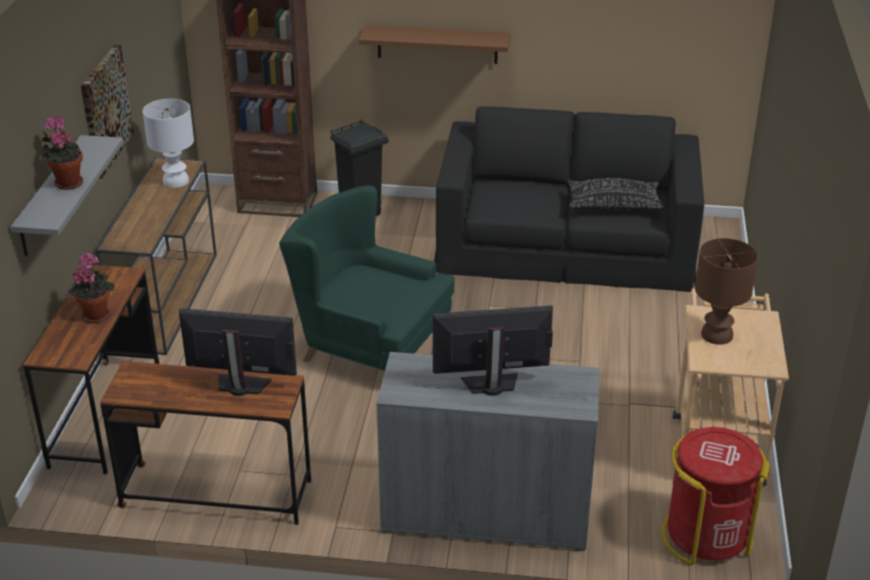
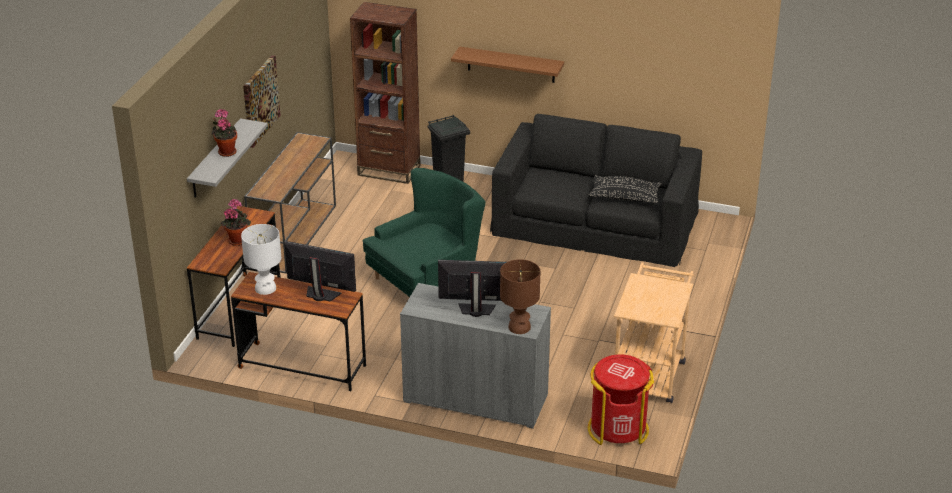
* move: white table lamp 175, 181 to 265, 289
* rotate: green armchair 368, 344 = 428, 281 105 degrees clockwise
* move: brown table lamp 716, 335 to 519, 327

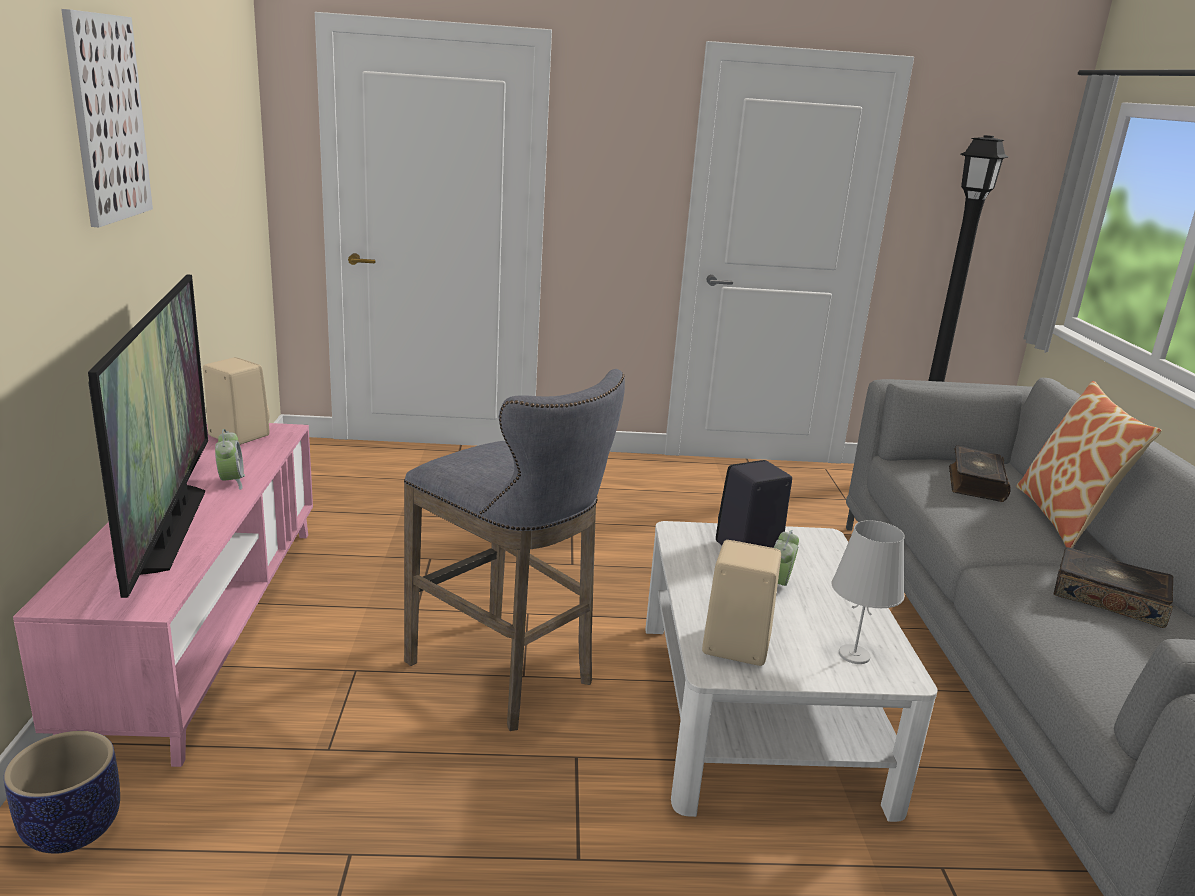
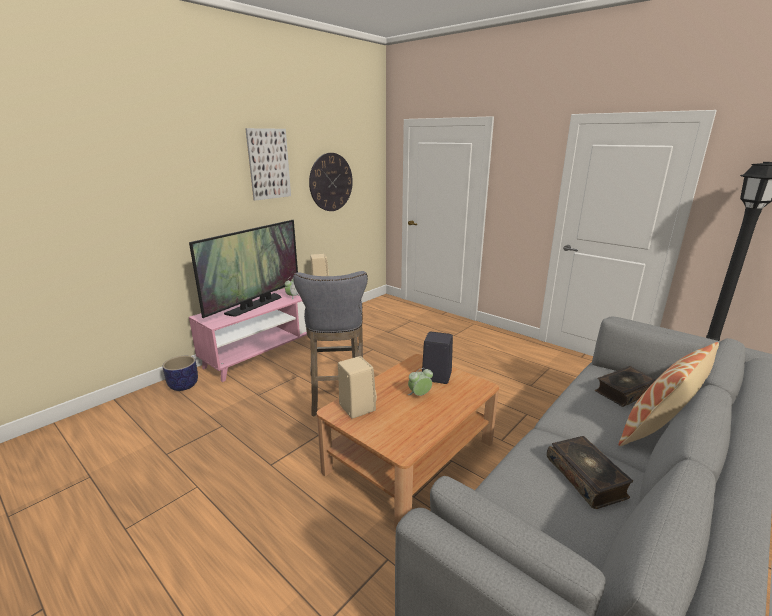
* insert: wall clock 331, 182
* recolor: white coffee table 759, 709 to brown coffee table 410, 456
* delete: white table lamp 854, 655

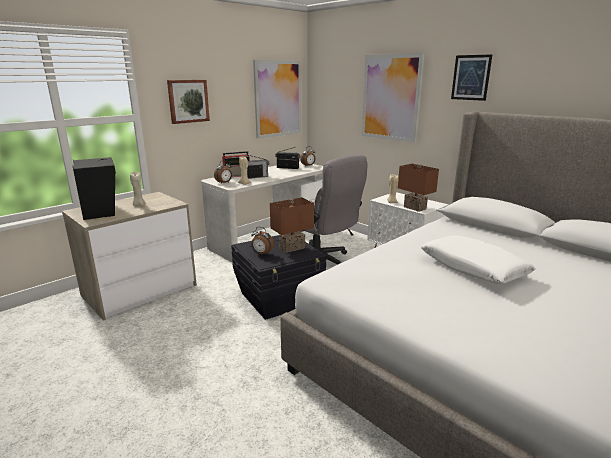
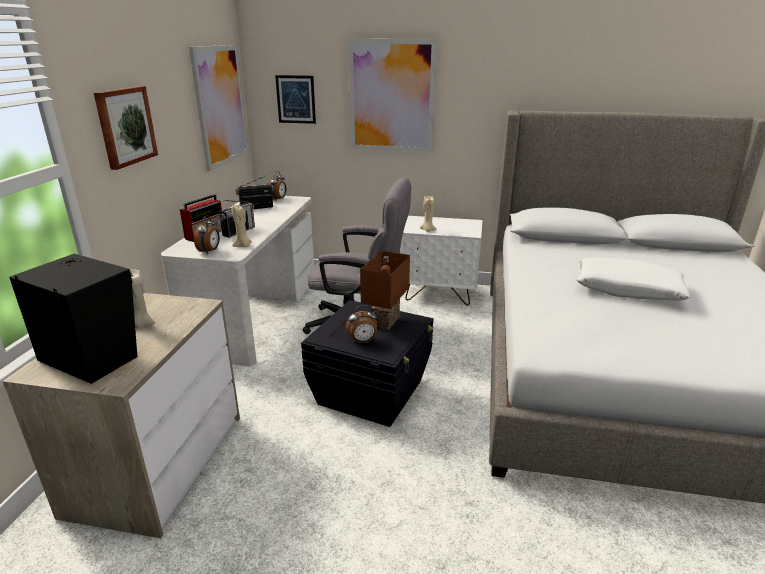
* move: picture 471, 77 to 296, 99
* delete: brown table lamp 414, 208

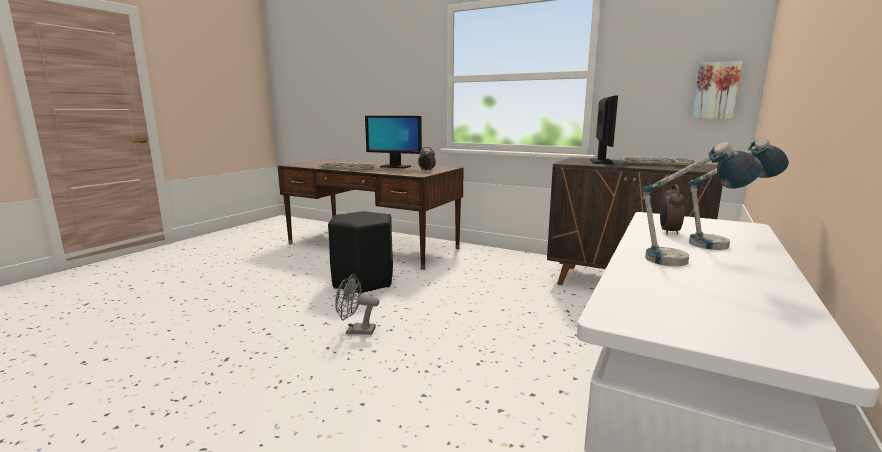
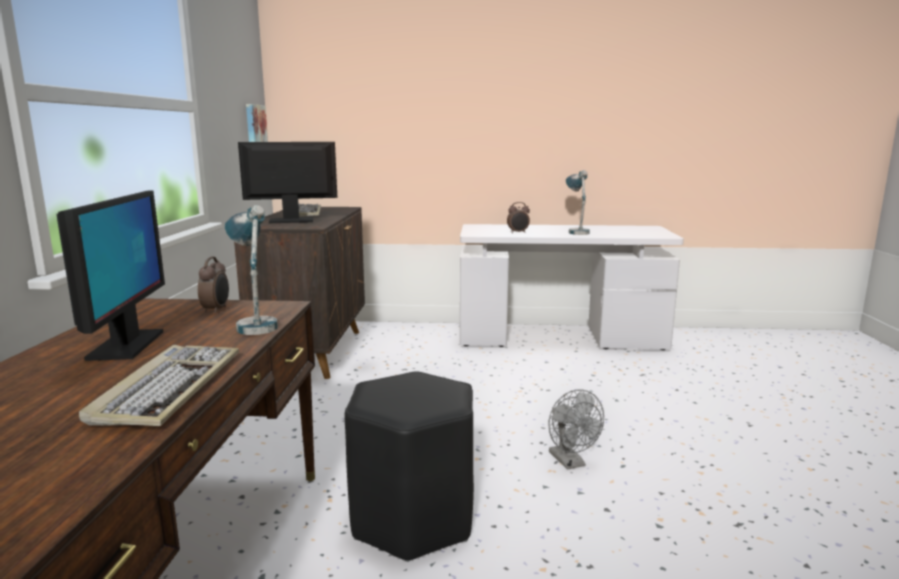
* move: table lamp 724, 244 to 255, 323

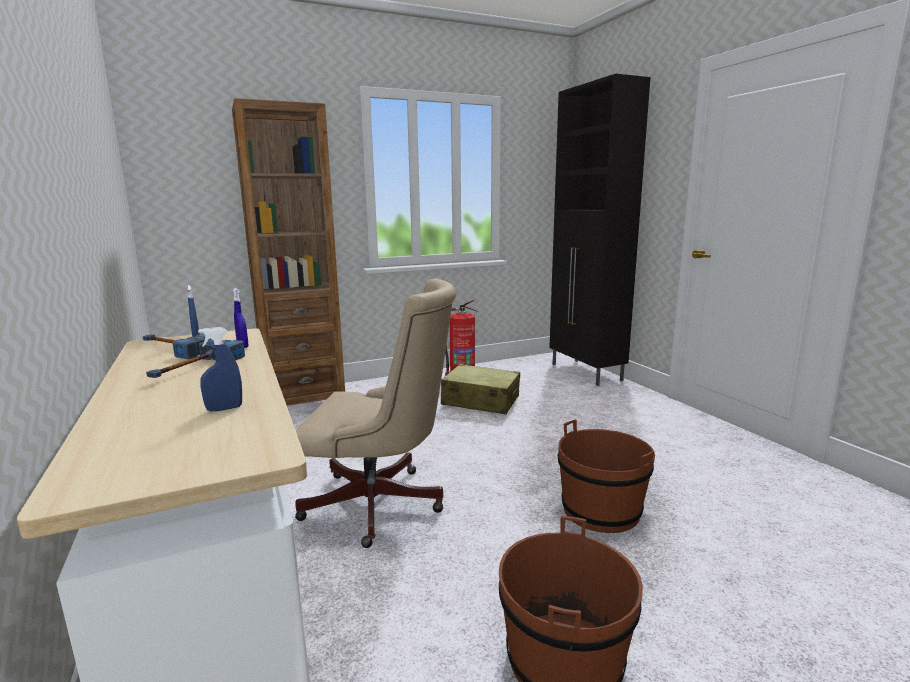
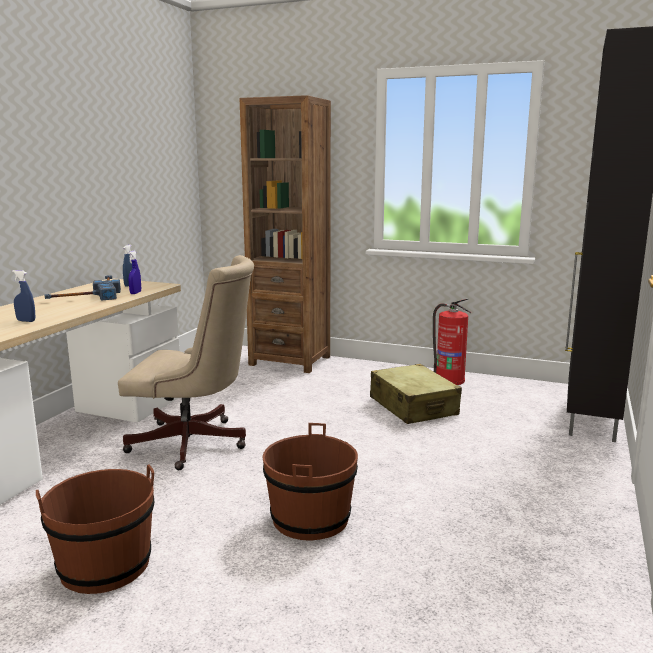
* rotate: beige office chair 381, 505 = 195, 444 45 degrees counterclockwise

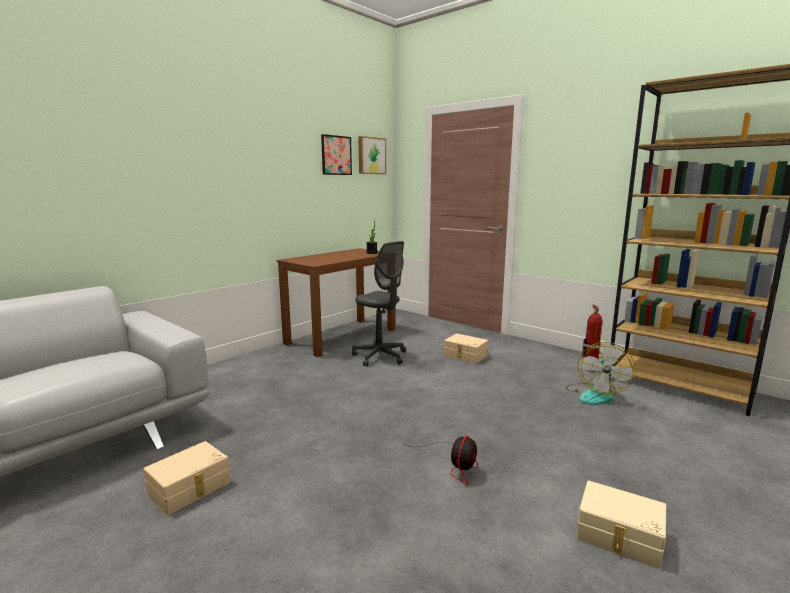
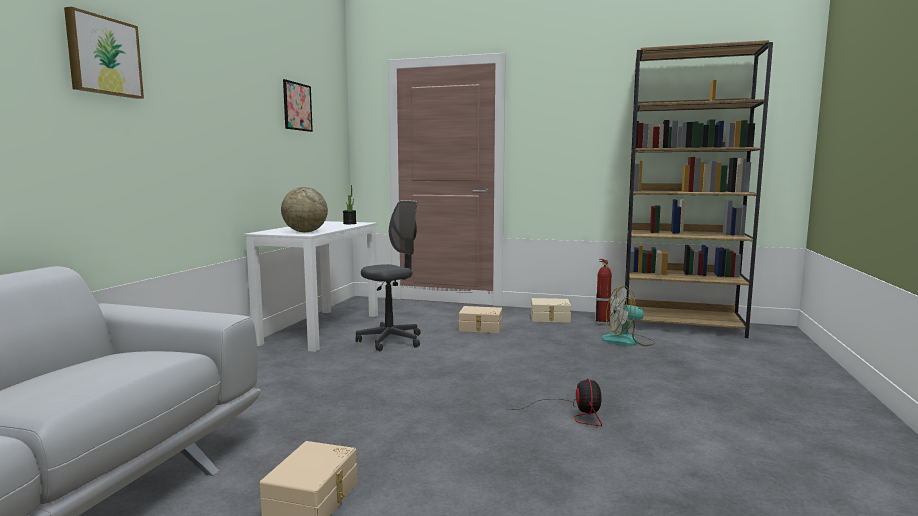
* move: picture 371, 156 to 103, 56
* recolor: brown desk 342, 336 to white desk 321, 328
* insert: globe 305, 232
* rotate: grey office chair 380, 356 = 391, 341 60 degrees counterclockwise
* move: beige storage box 619, 537 to 550, 318
* rotate: fan 595, 395 = 628, 341 90 degrees clockwise

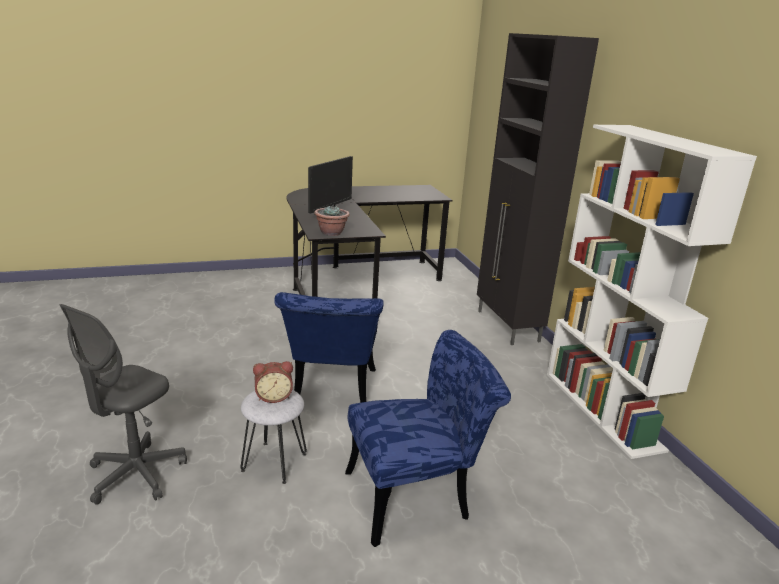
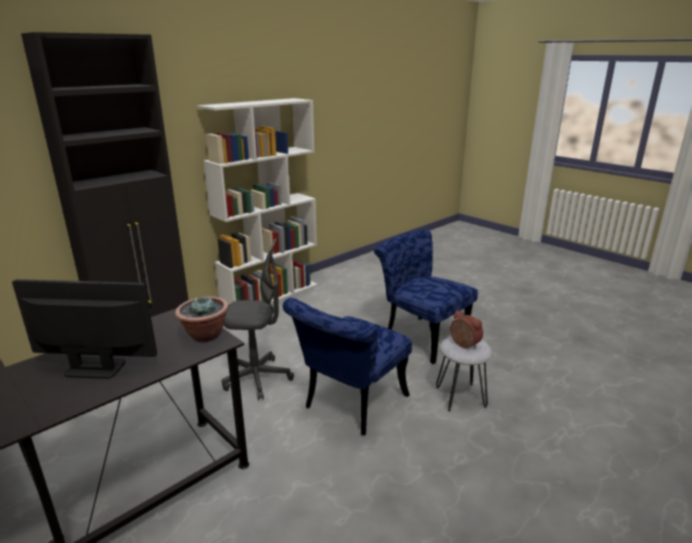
* move: grey office chair 136, 474 to 257, 378
* rotate: blue chair 331, 392 = 349, 405 150 degrees clockwise

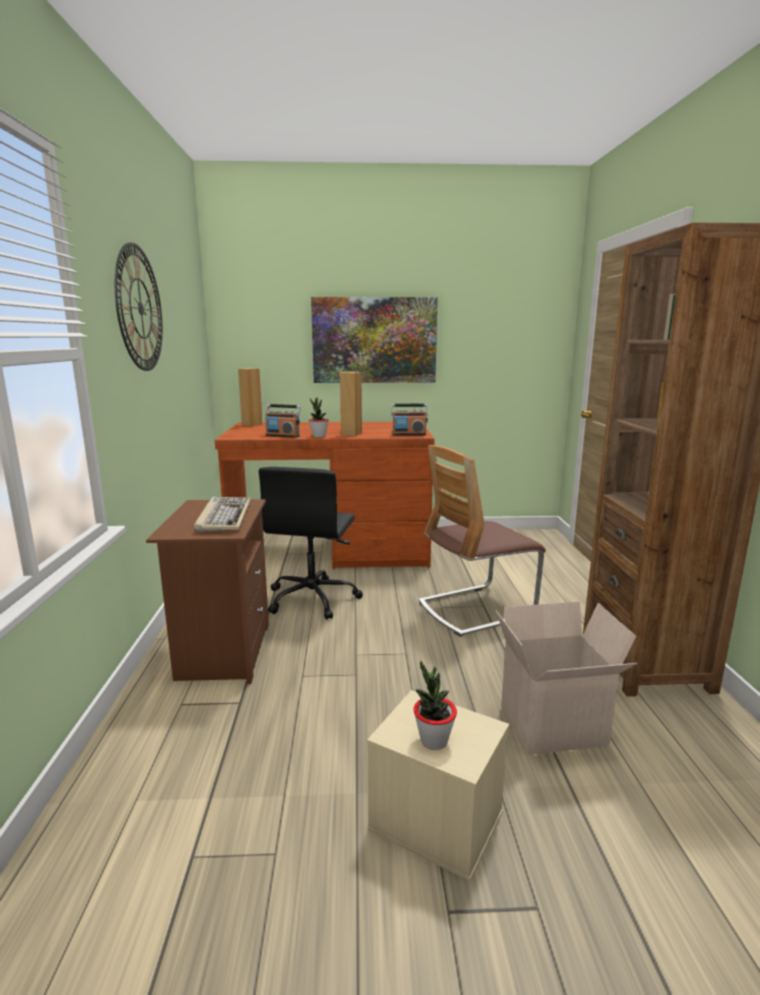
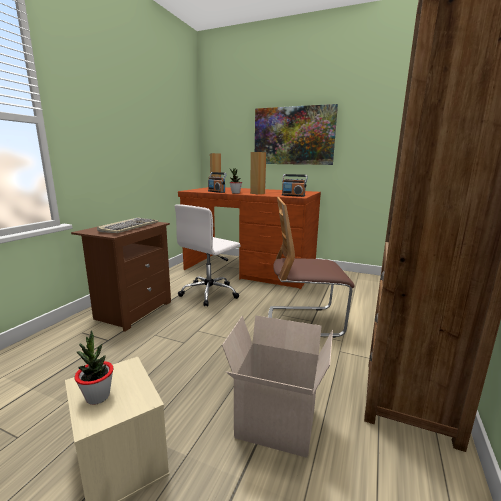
* recolor: black office chair 313, 598 to white office chair 210, 293
* delete: wall clock 140, 308

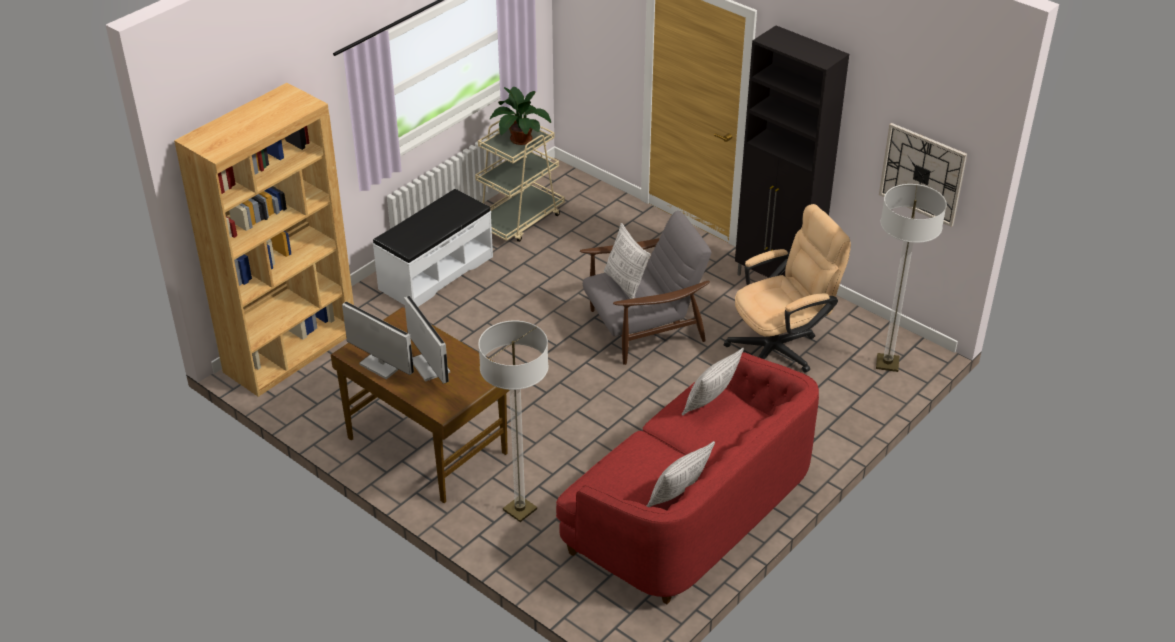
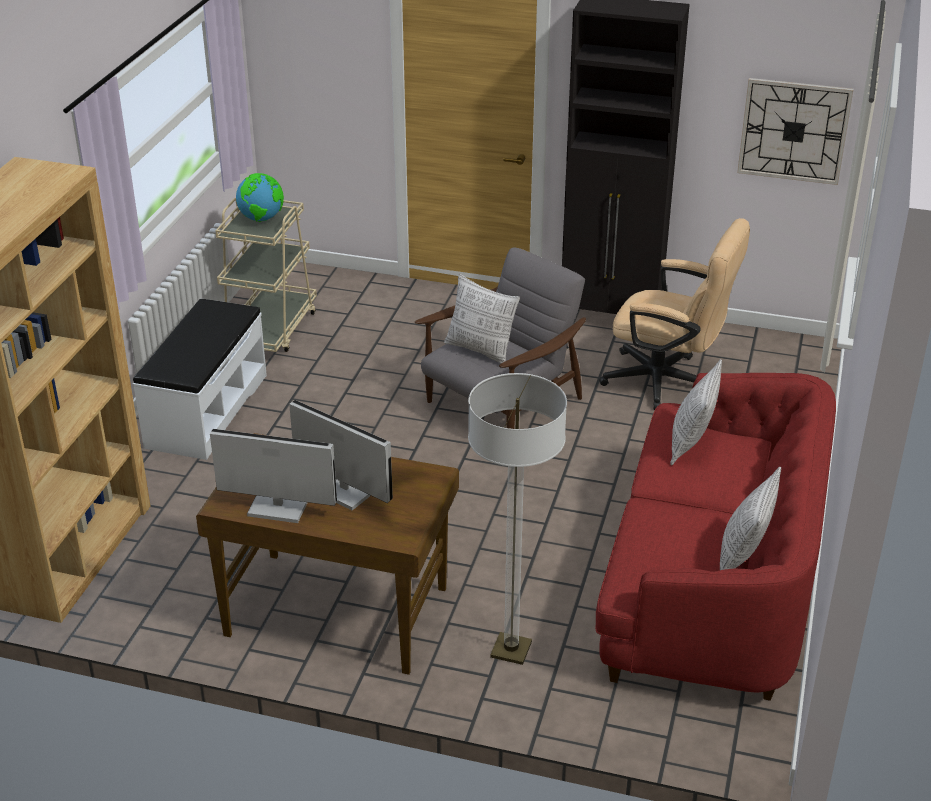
* replace: potted plant 519, 138 to globe 262, 219
* rotate: beige office chair 781, 347 = 668, 382 75 degrees clockwise
* delete: floor lamp 887, 363

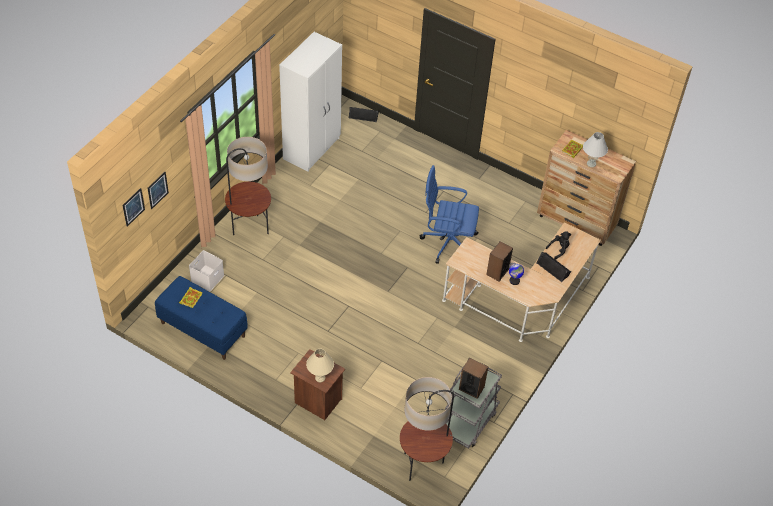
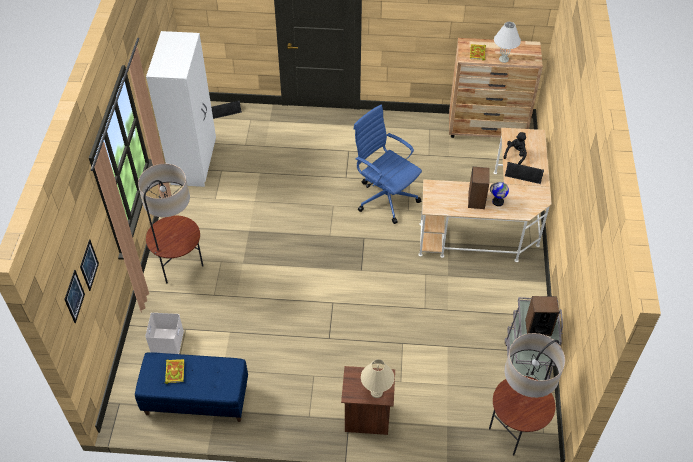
* rotate: blue office chair 447, 242 = 385, 197 60 degrees clockwise

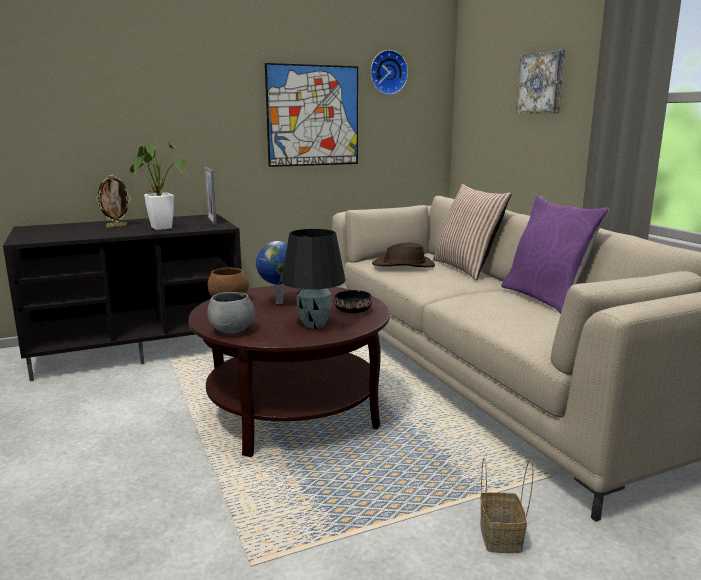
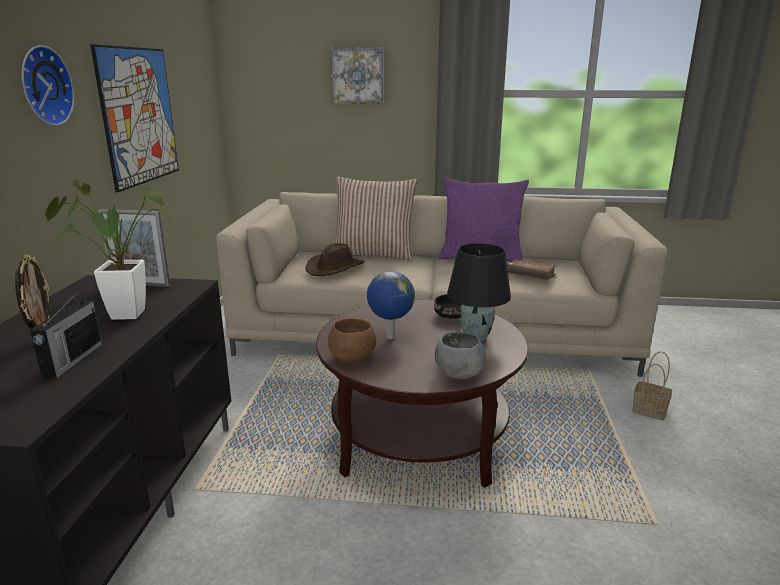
* move: wall clock 387, 72 to 43, 86
* insert: radio 72, 360
* insert: brown book 530, 276

